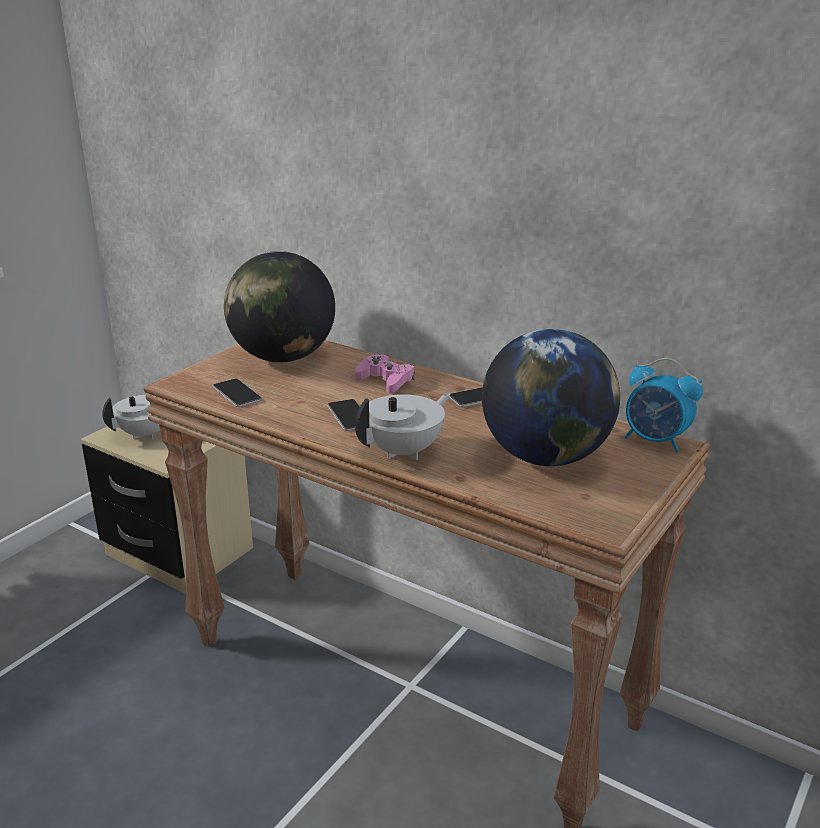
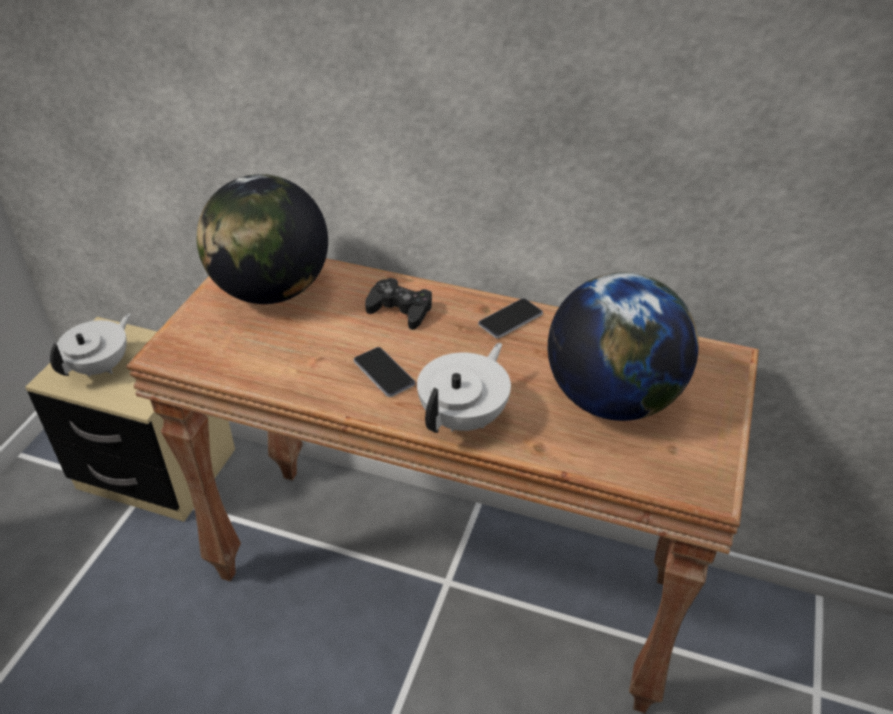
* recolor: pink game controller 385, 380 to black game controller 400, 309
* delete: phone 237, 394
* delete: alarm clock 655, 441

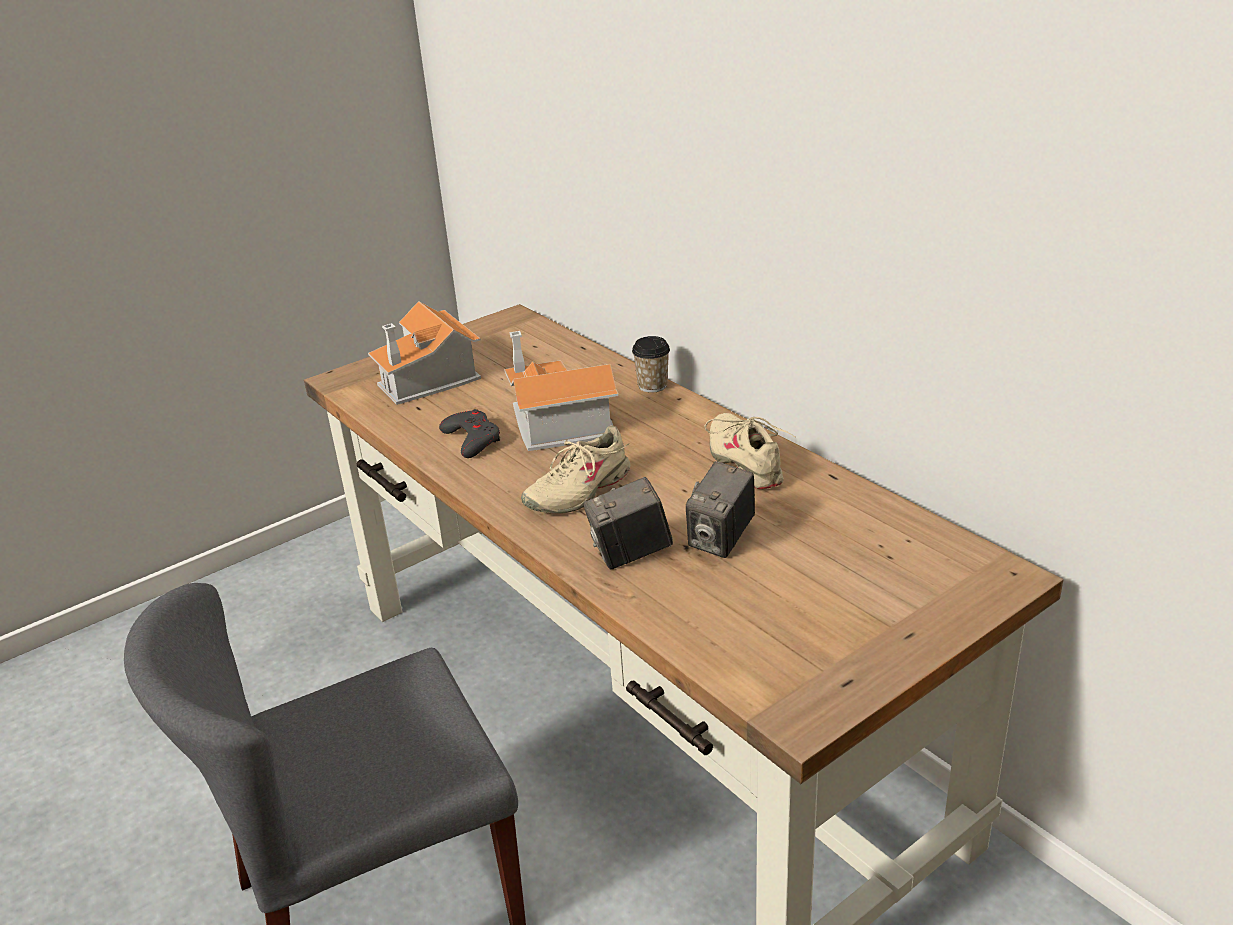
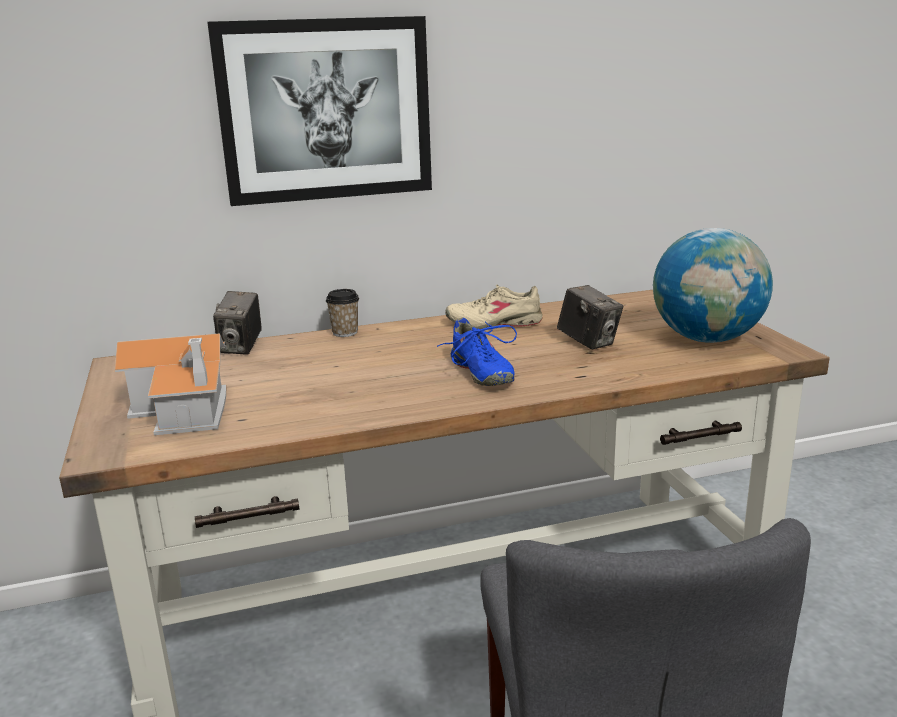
* insert: picture 325, 110
* move: photo camera 630, 554 to 241, 348
* recolor: beige shoe 578, 491 to blue shoe 480, 373
* insert: globe 706, 339
* delete: grey game controller 472, 439
* delete: toy house 555, 423

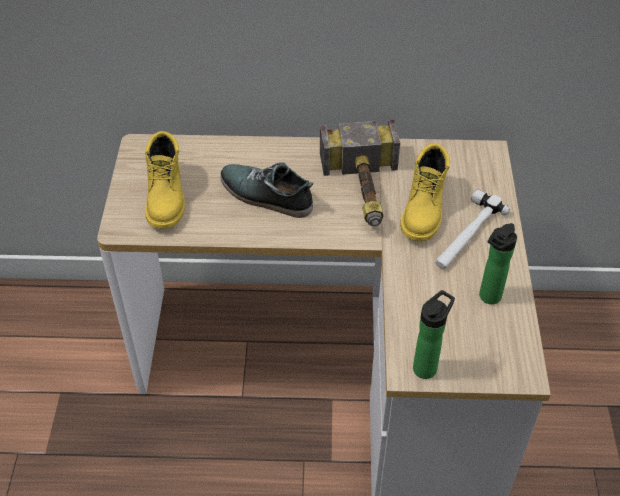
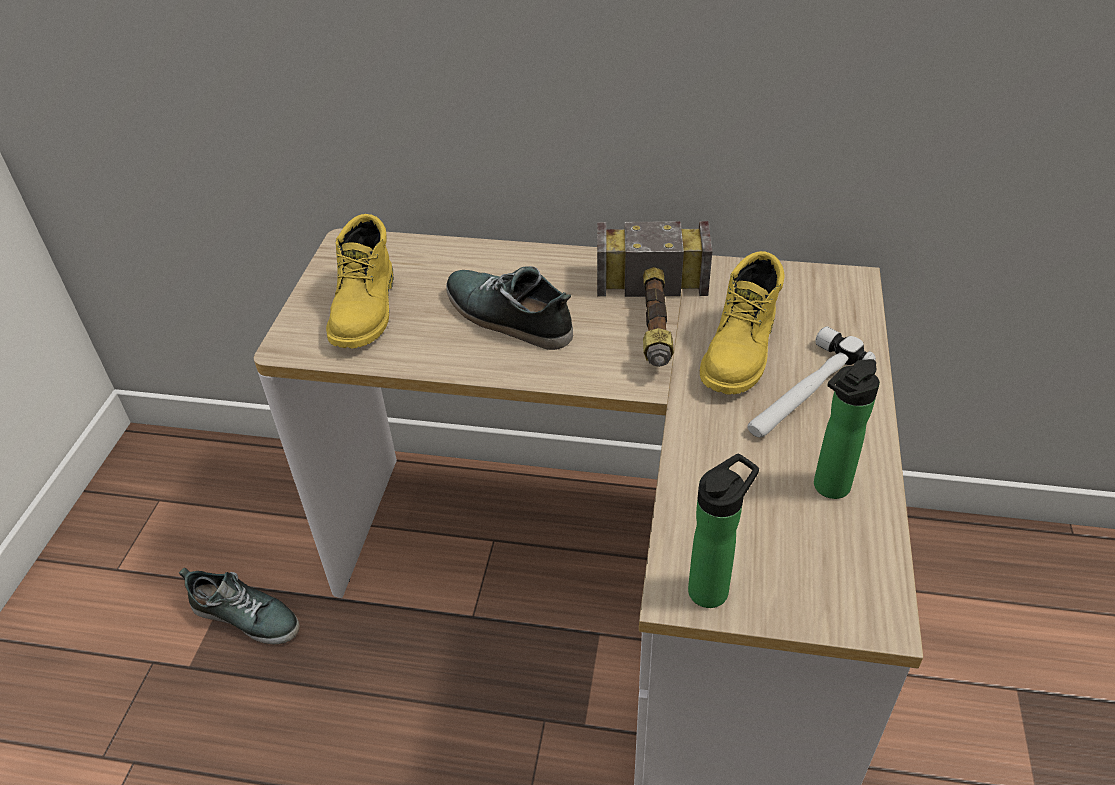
* insert: shoe 246, 615

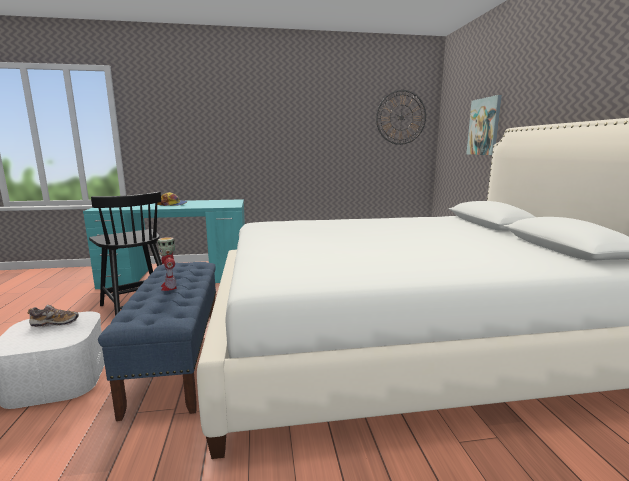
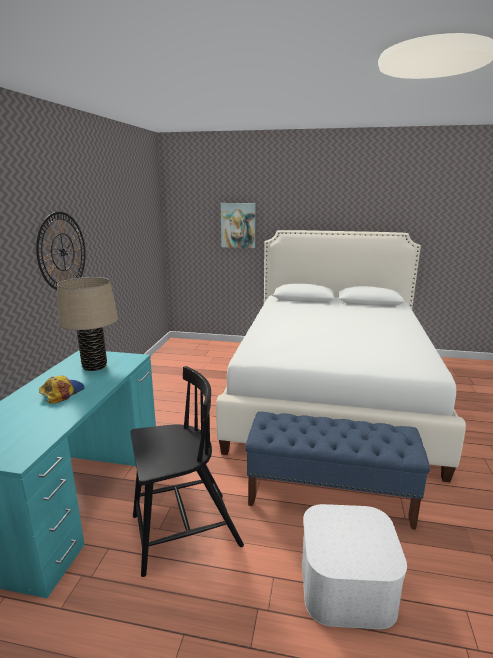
* move: wall clock 401, 117 to 62, 252
* insert: beige table lamp 94, 366
* delete: shoe 55, 323
* delete: toy robot 170, 287

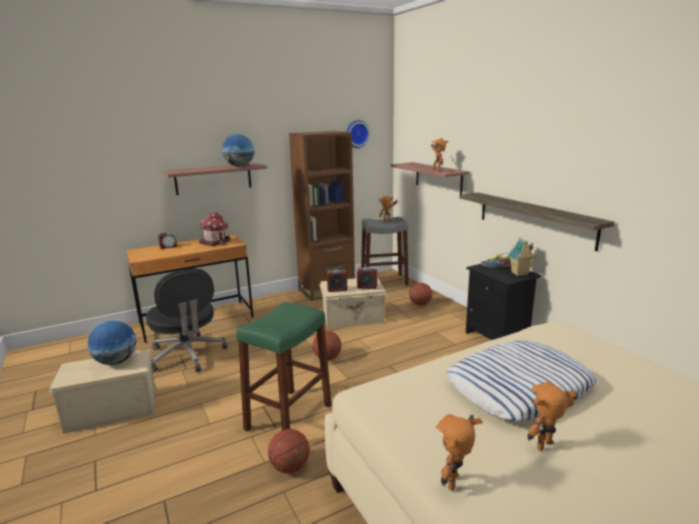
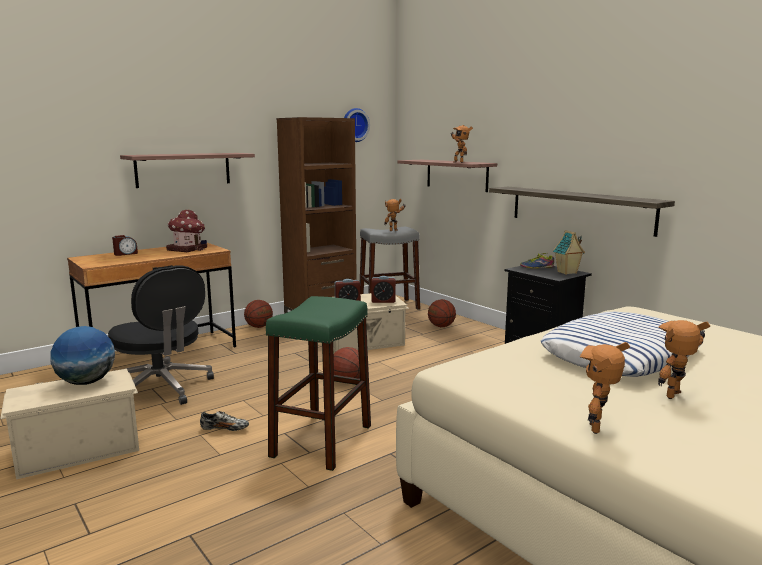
* insert: shoe 225, 429
* move: basketball 290, 467 to 259, 327
* delete: globe 240, 166

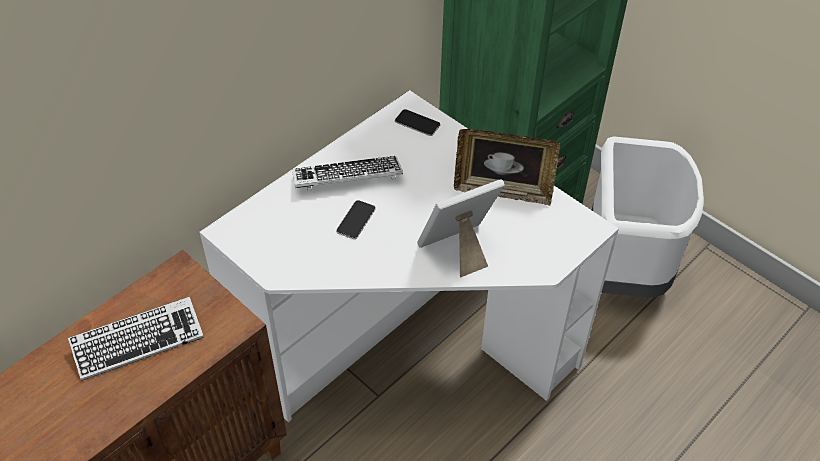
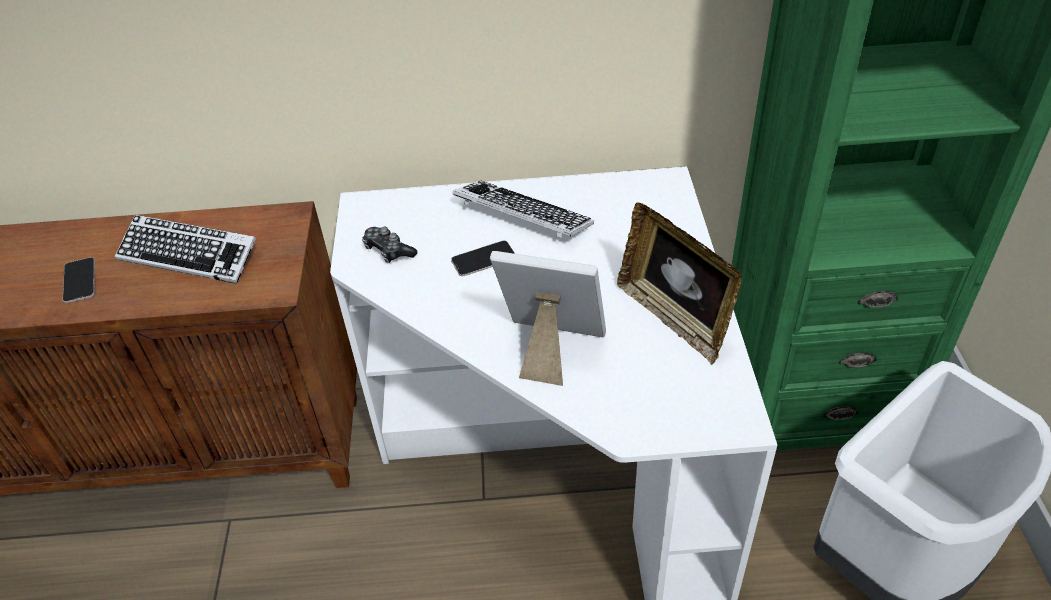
* move: phone 417, 123 to 79, 281
* insert: game controller 388, 251

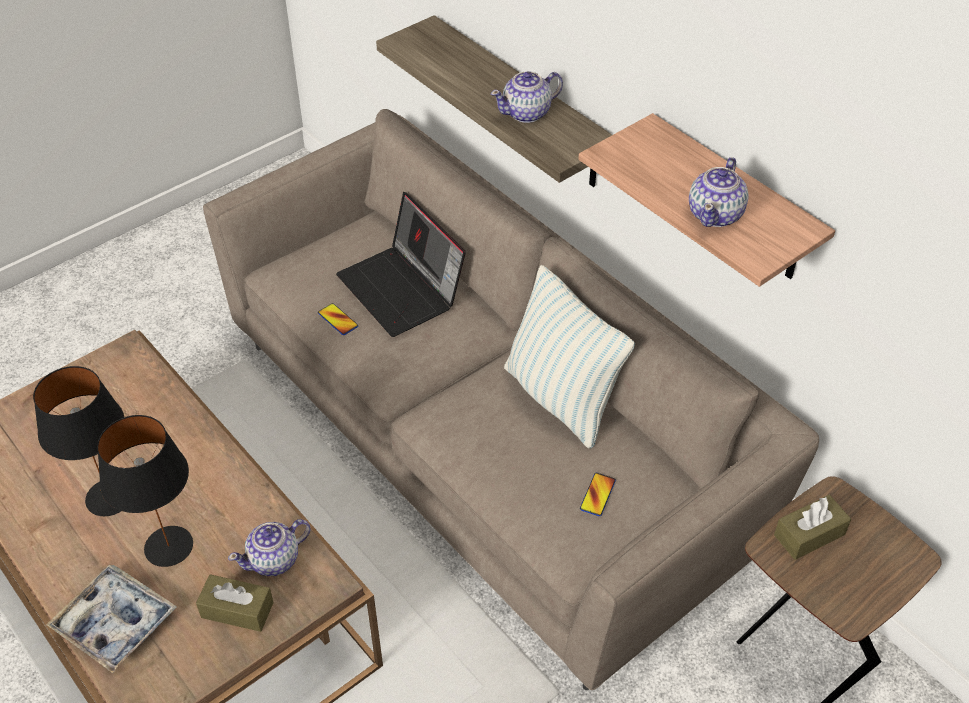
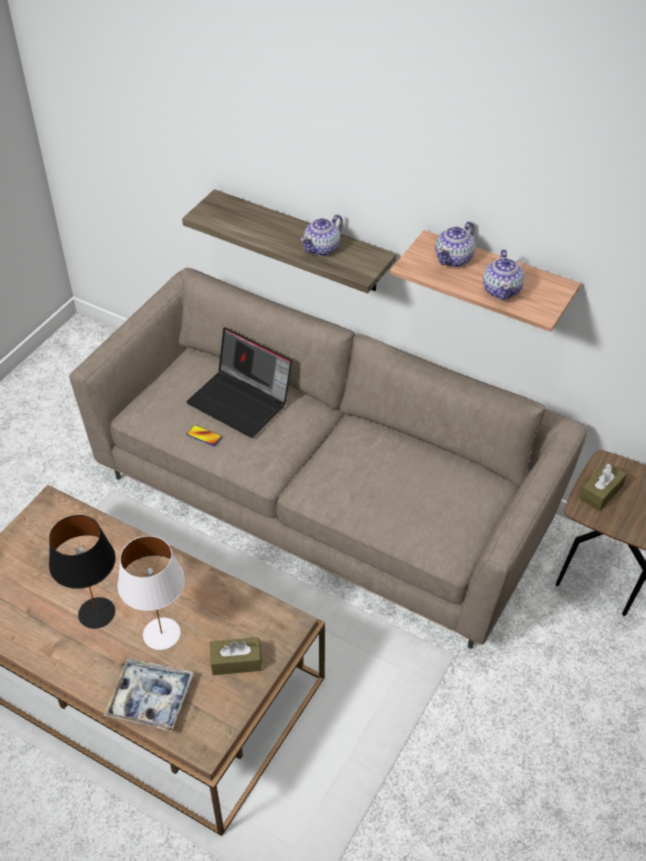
* recolor: black table lamp 169, 546 to white table lamp 162, 634
* move: teapot 275, 560 to 454, 259
* delete: pillow 561, 399
* delete: phone 597, 495

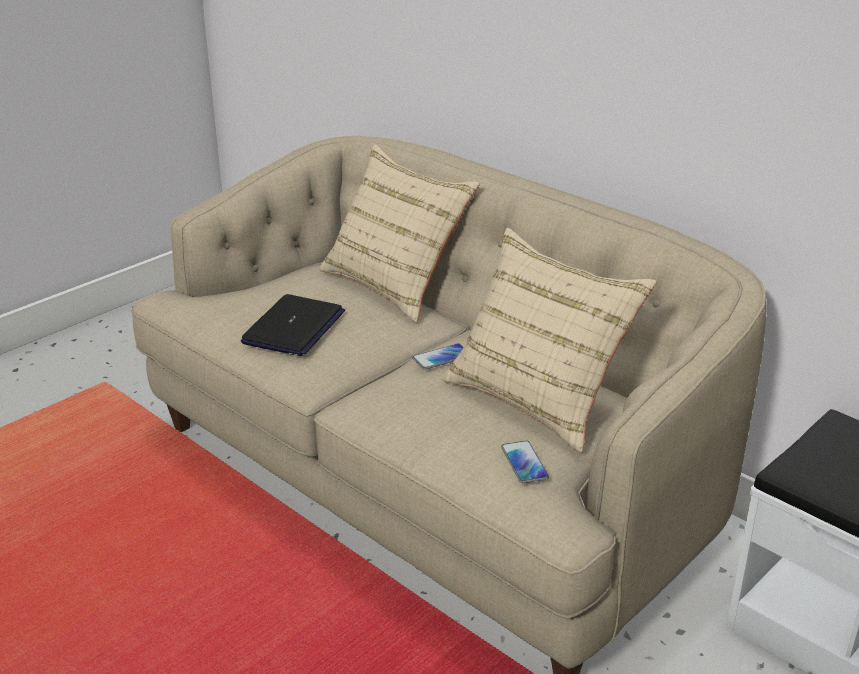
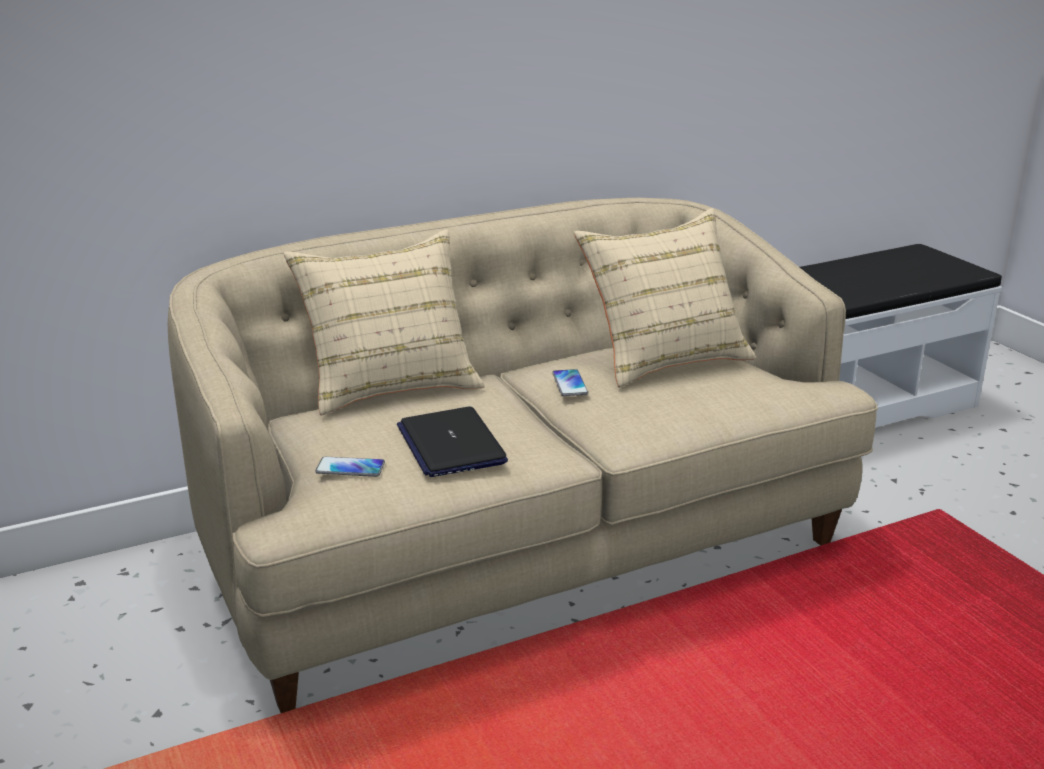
* move: phone 524, 463 to 350, 468
* rotate: laptop 294, 328 = 450, 444 150 degrees counterclockwise

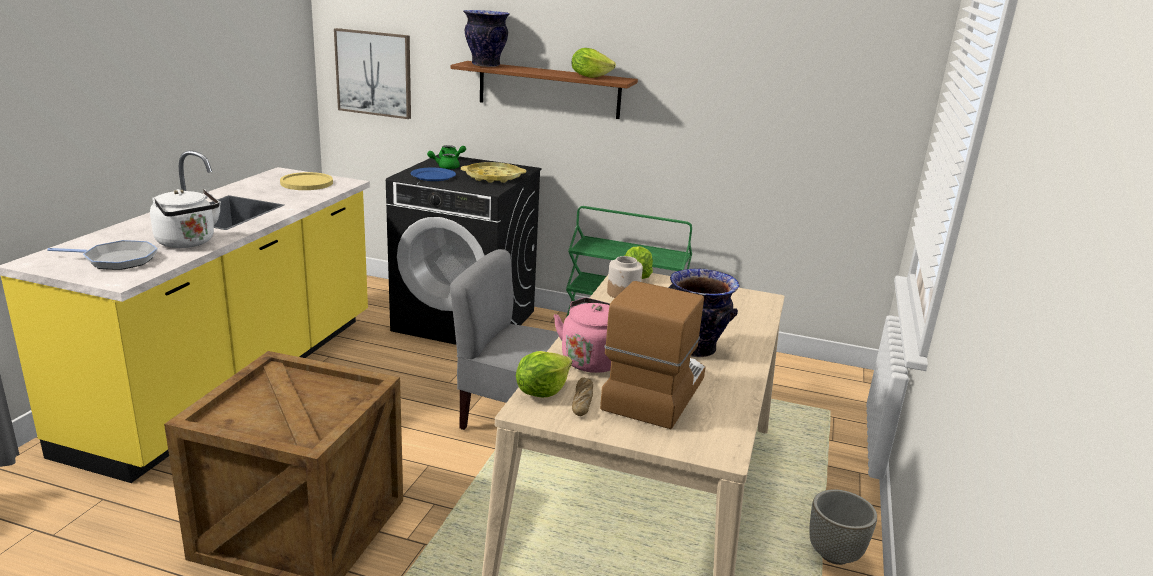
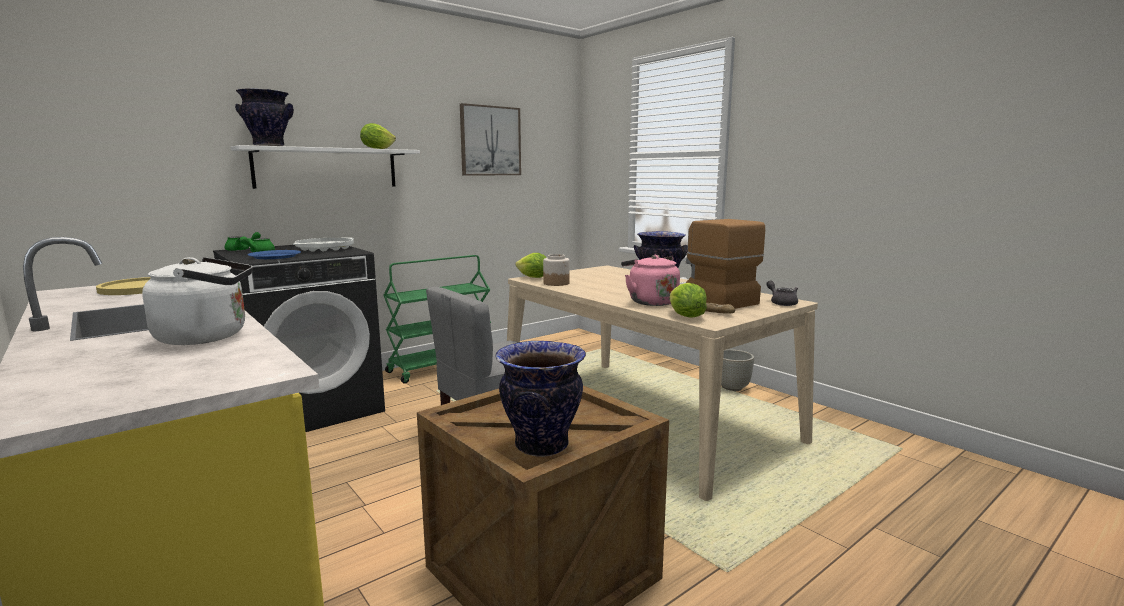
* recolor: brown shelf 549, 90 to white shelf 327, 168
* recolor: yellow tray 493, 177 to white tray 325, 249
* move: picture 374, 73 to 490, 141
* insert: vase 540, 445
* insert: grey teapot 781, 303
* delete: frying pan 117, 260

